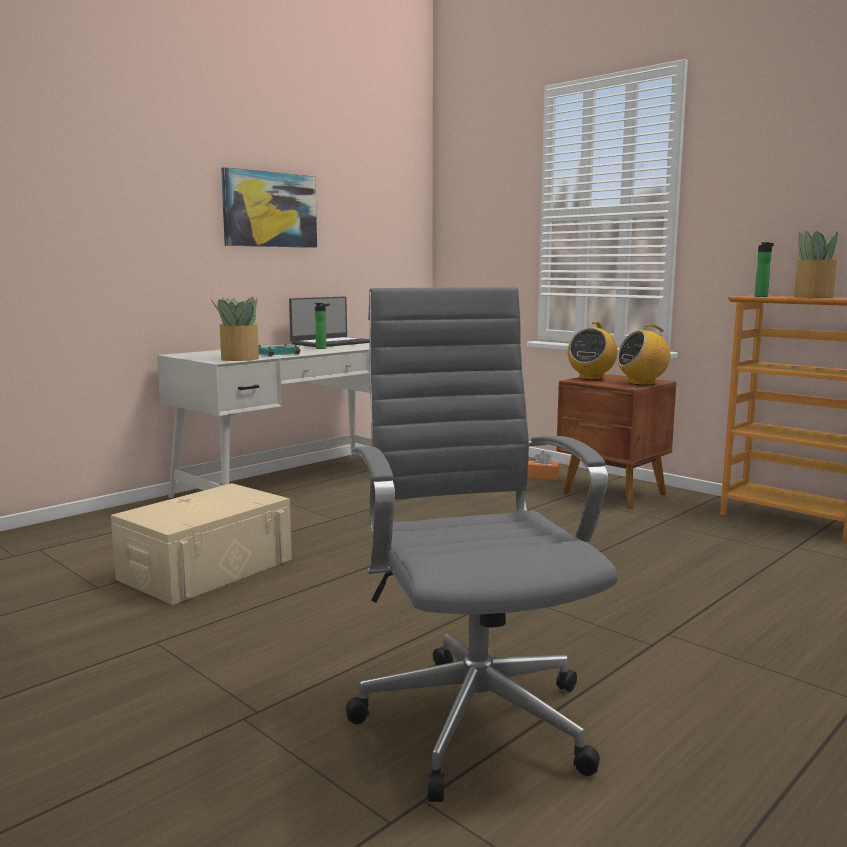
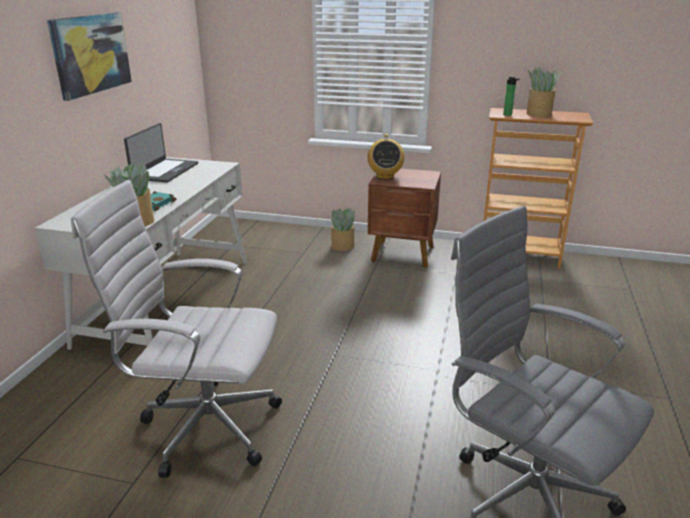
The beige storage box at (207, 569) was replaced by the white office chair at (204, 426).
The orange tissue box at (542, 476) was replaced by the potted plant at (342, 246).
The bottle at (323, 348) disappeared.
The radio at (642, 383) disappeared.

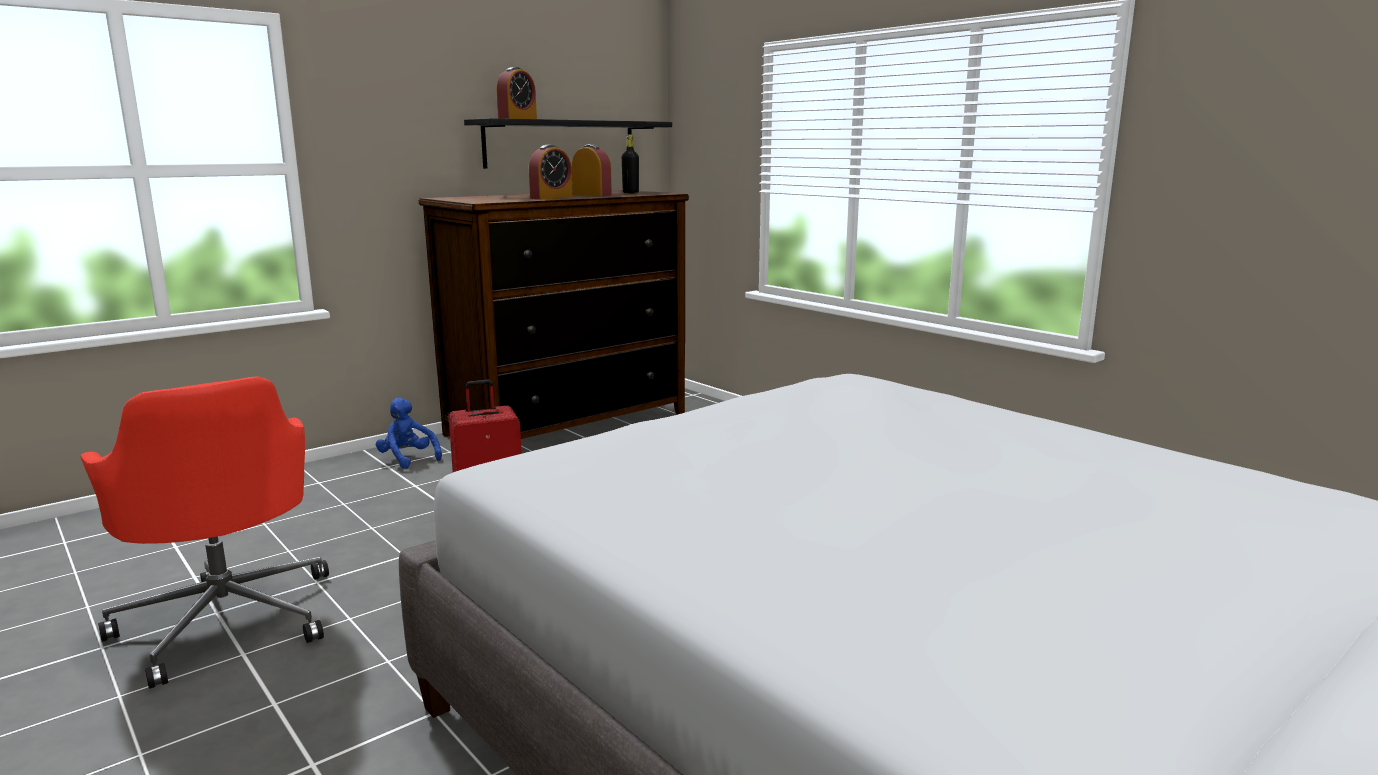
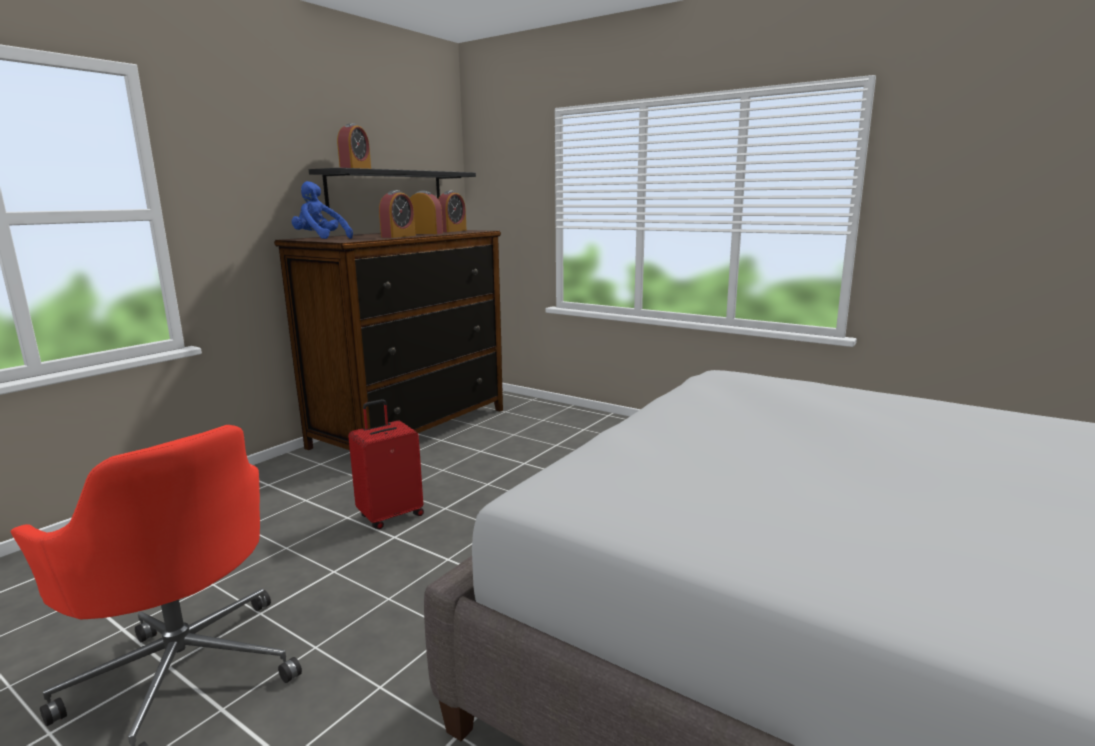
The blue plush toy moved from (408, 459) to (320, 239).
The black bottle at (630, 193) was replaced by the alarm clock at (452, 231).

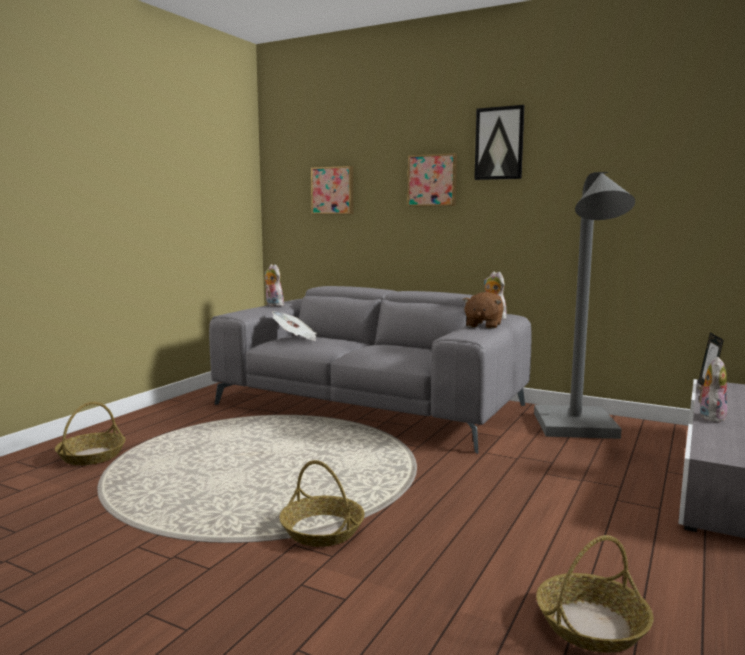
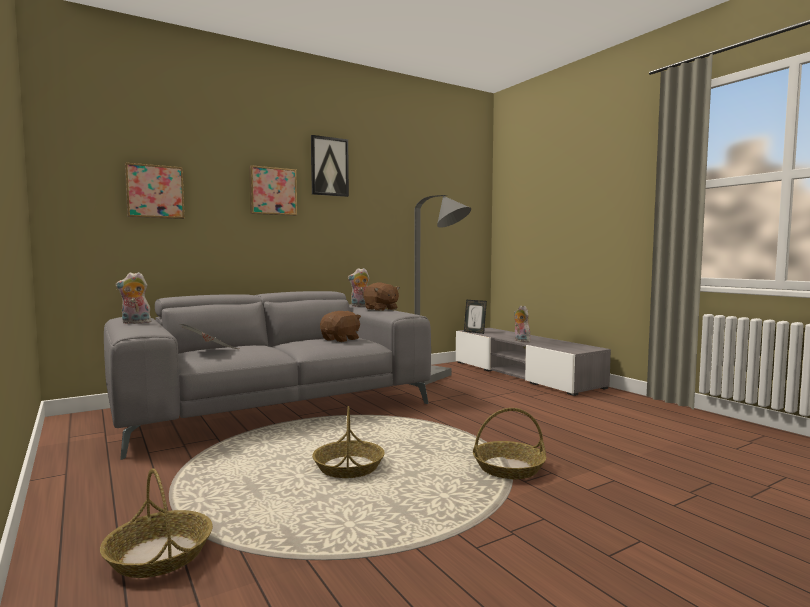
The basket moved from (591, 625) to (349, 467).
The brown plush toy at (341, 339) appeared.

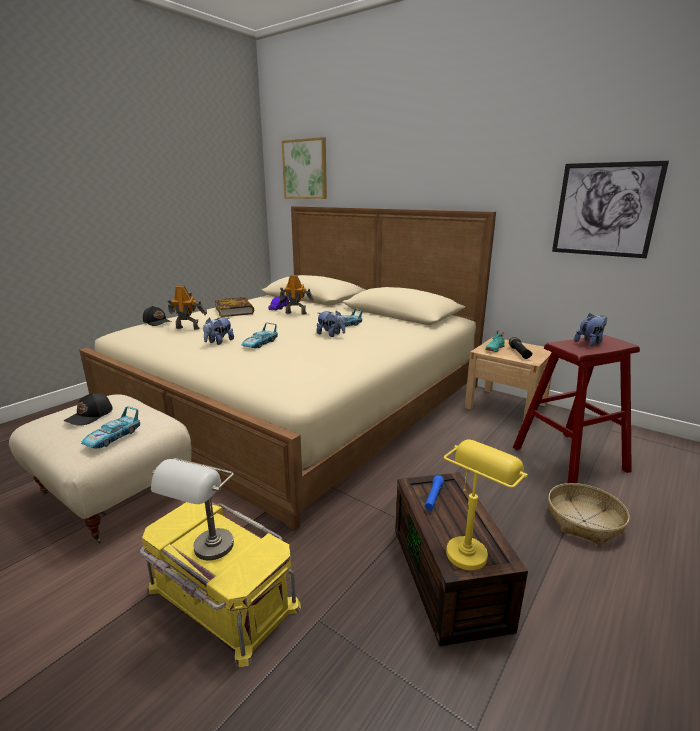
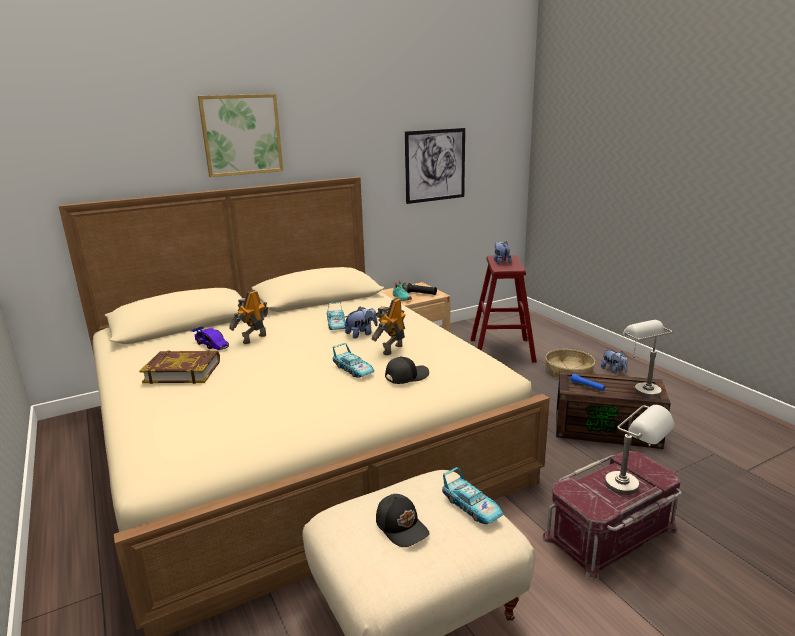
The picture moved from (305, 169) to (241, 135).
The toy robot moved from (188, 328) to (391, 349).
The black cap moved from (157, 322) to (406, 376).
The yellow storage box at (220, 598) became the red storage box at (611, 534).
The plush toy moved from (219, 342) to (613, 370).
The yellow table lamp at (472, 546) became the grey table lamp at (640, 387).

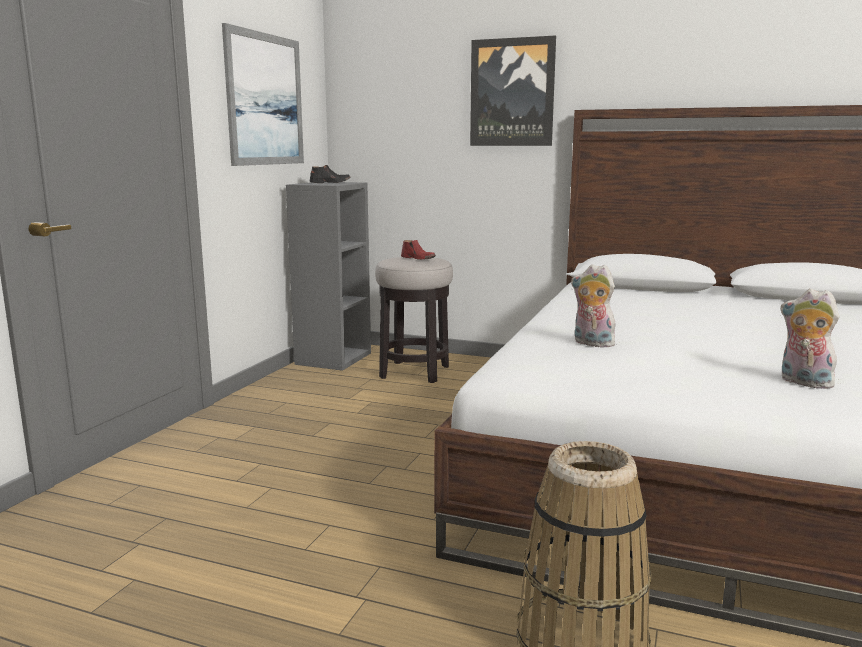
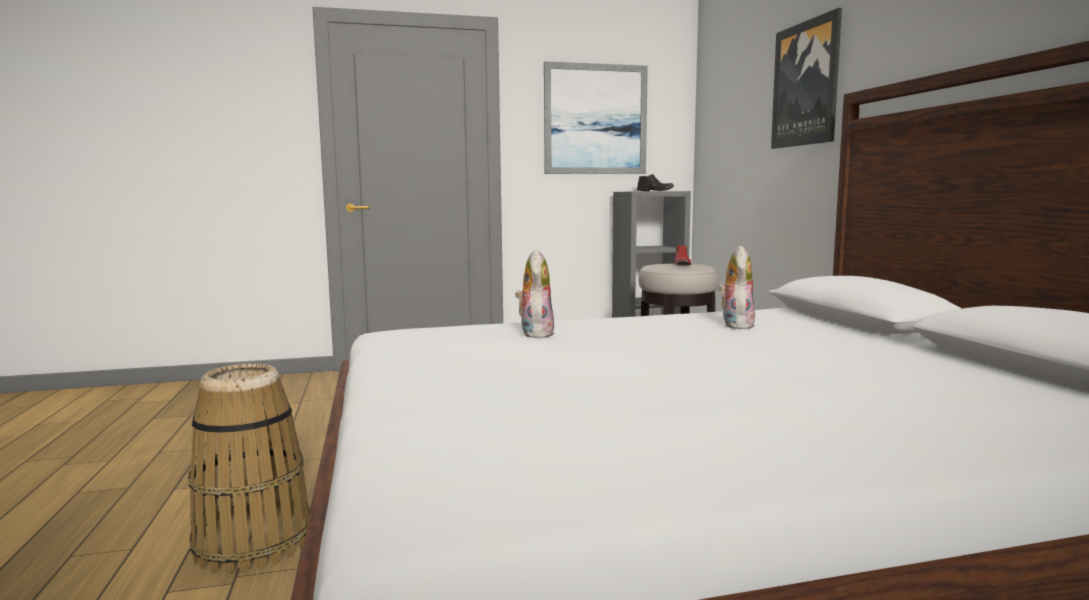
The plush toy moved from (803, 382) to (735, 325).

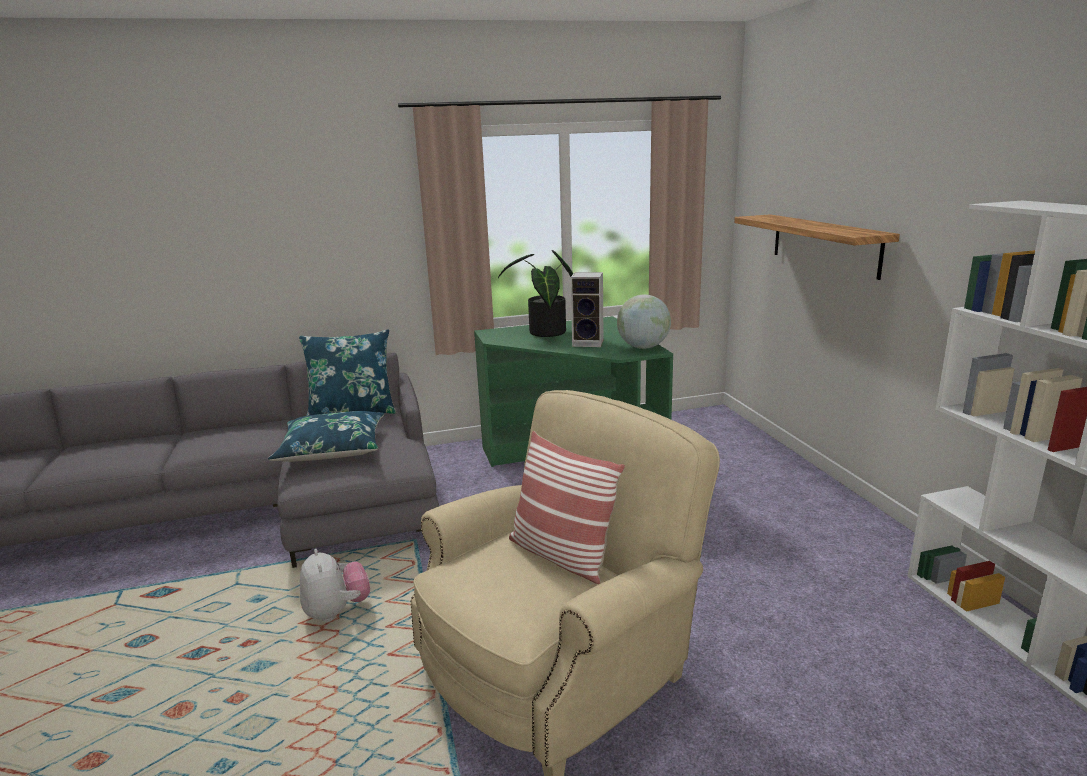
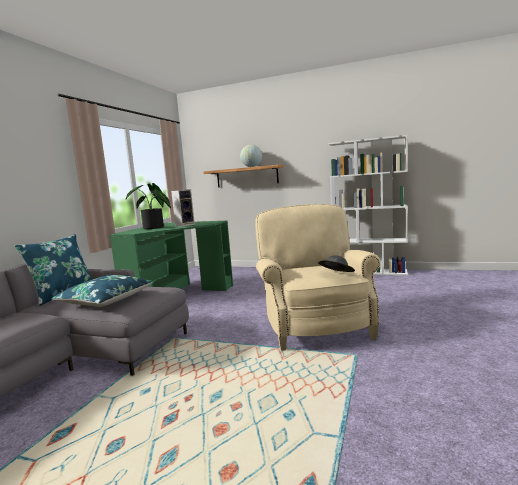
The globe moved from (643, 347) to (252, 167).
The grey hat at (336, 275) appeared.
The plush toy at (337, 612) disappeared.
The pillow at (561, 555) disappeared.

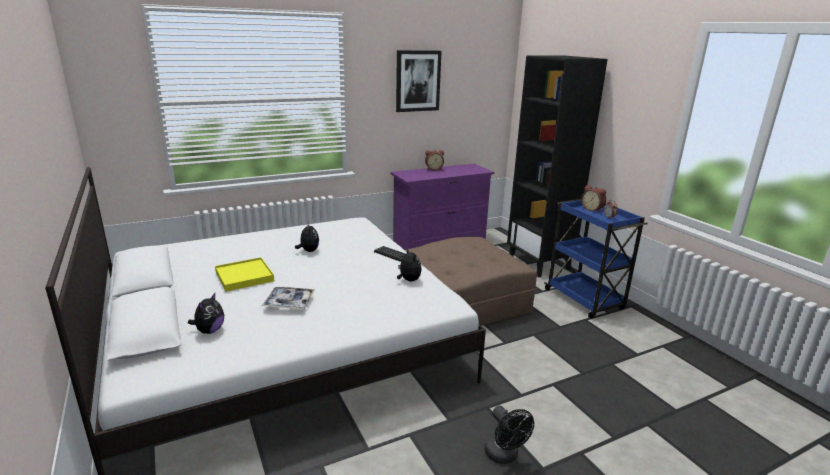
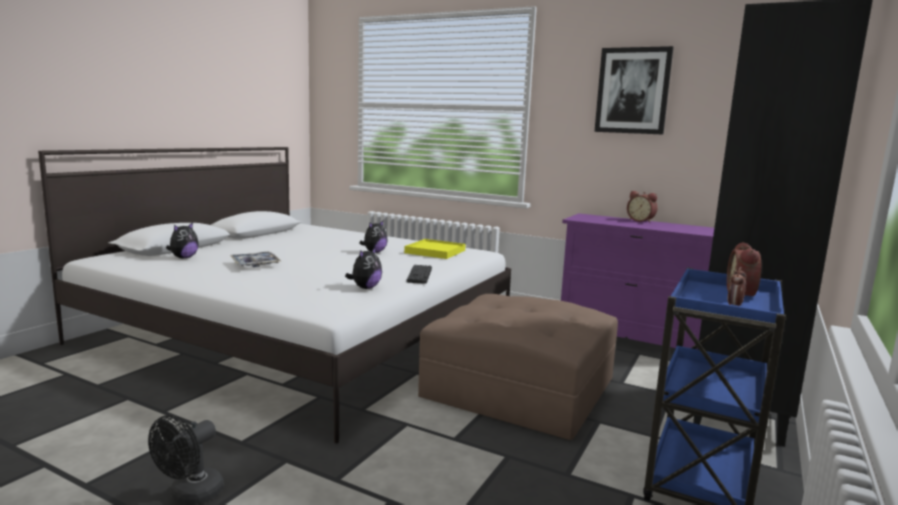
The plush toy at (209, 331) turned 45 degrees counterclockwise.
The yellow tray moved from (244, 276) to (435, 252).

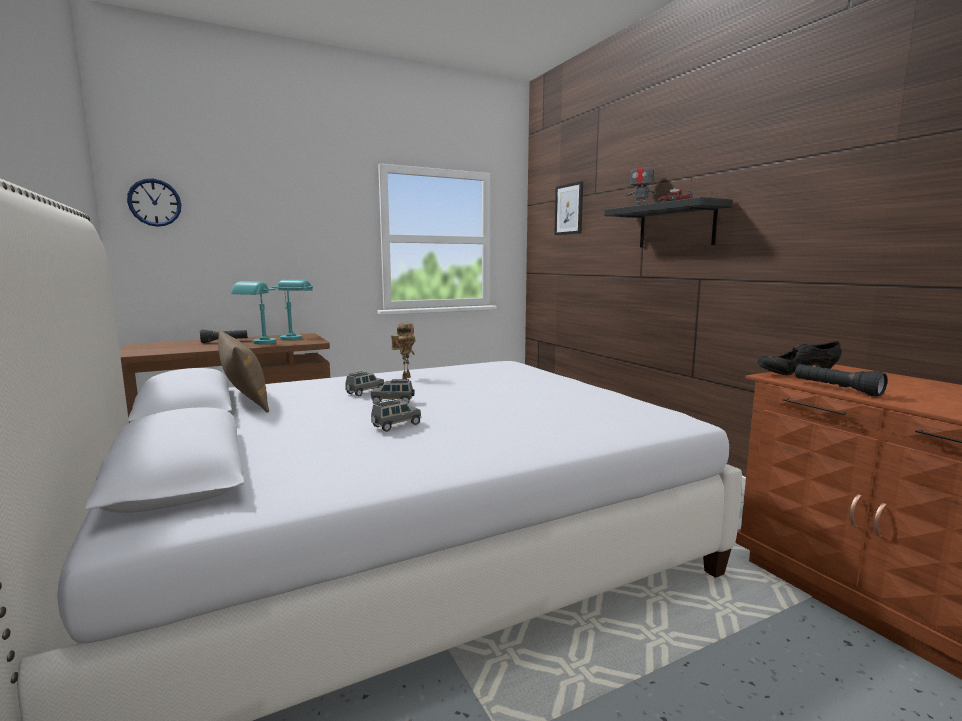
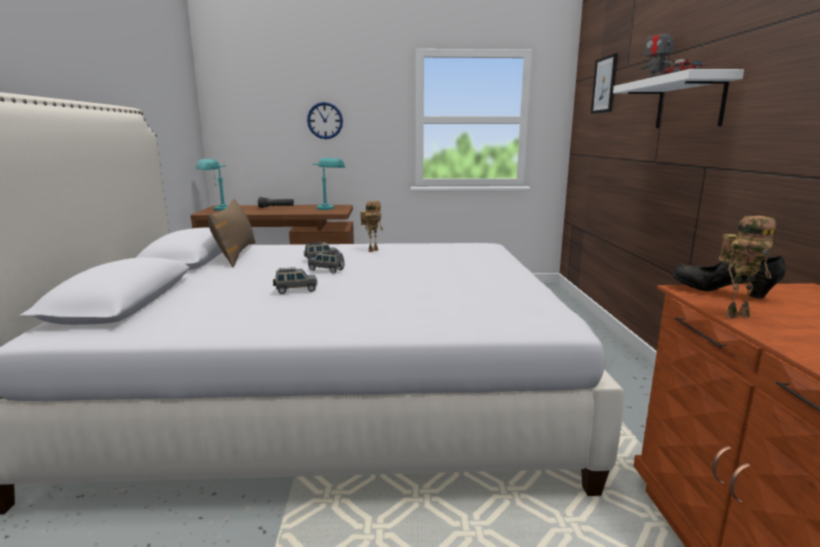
The turquoise table lamp moved from (259, 343) to (217, 210).
The wall clock moved from (154, 202) to (325, 120).
The black shelf at (676, 226) became the white shelf at (689, 103).
The black flashlight at (836, 389) was replaced by the toy robot at (736, 315).

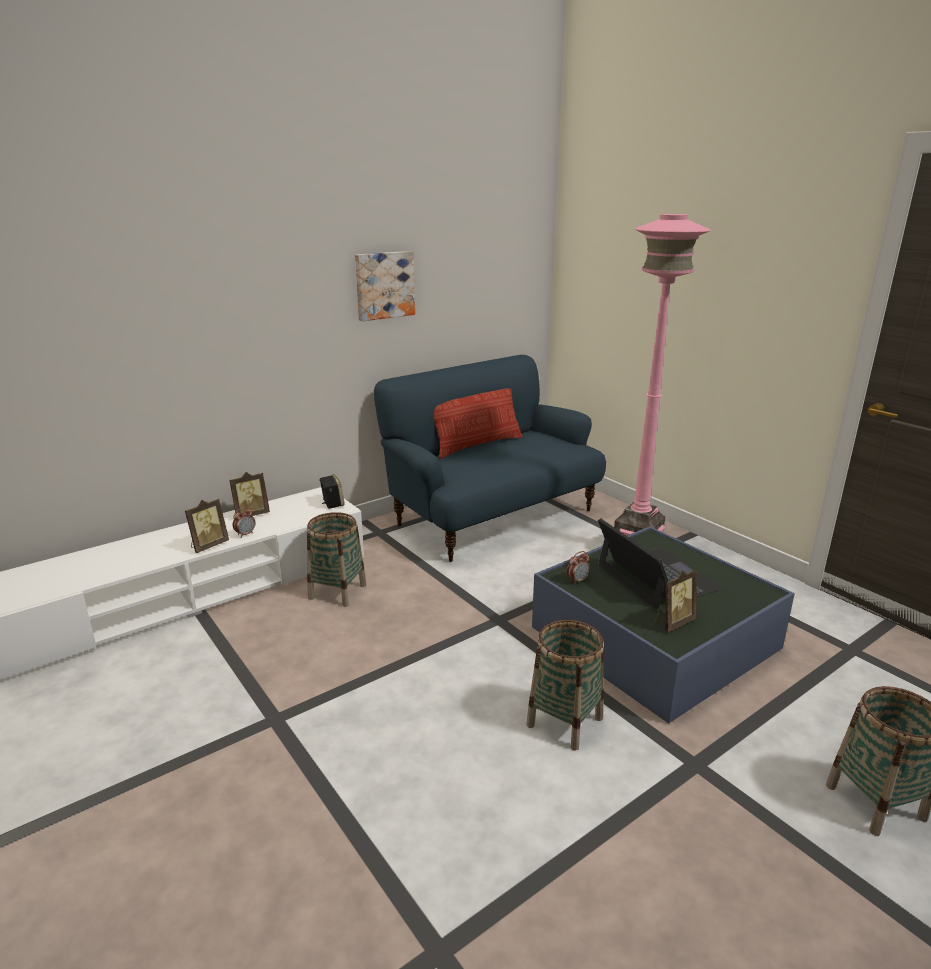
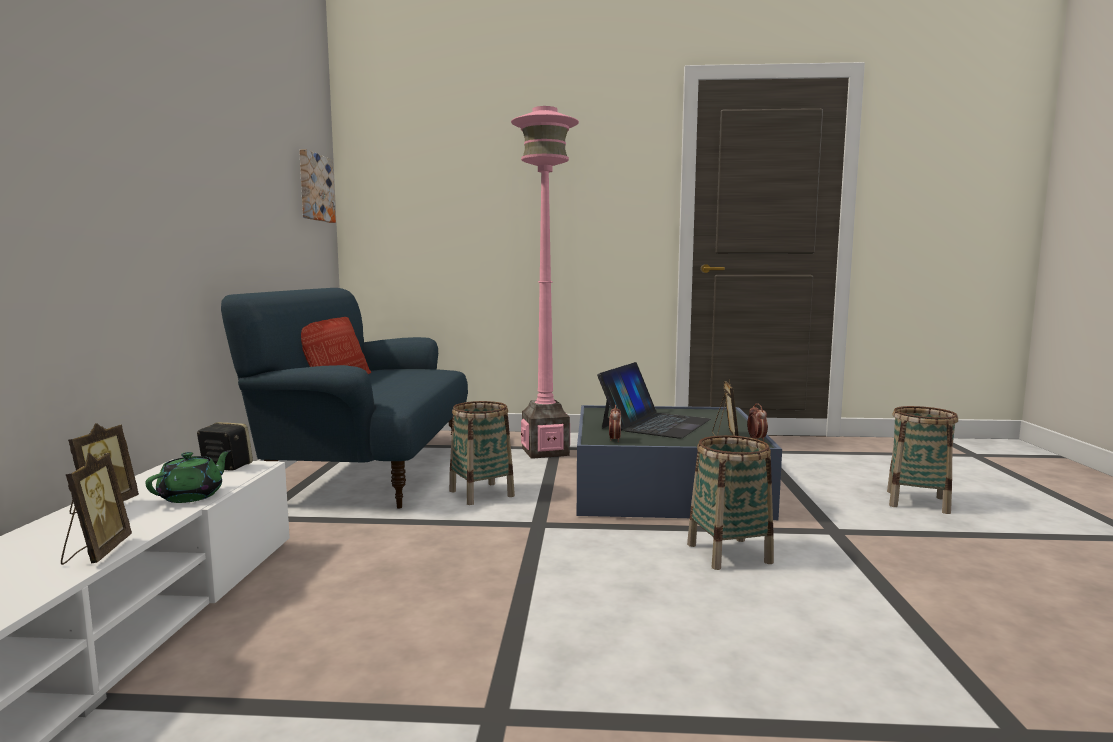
The green teapot at (192, 496) appeared.
The picture moved from (384, 285) to (314, 187).
The basket moved from (337, 591) to (481, 493).
The laptop at (656, 577) turned 105 degrees clockwise.
The alarm clock moved from (245, 534) to (756, 439).

